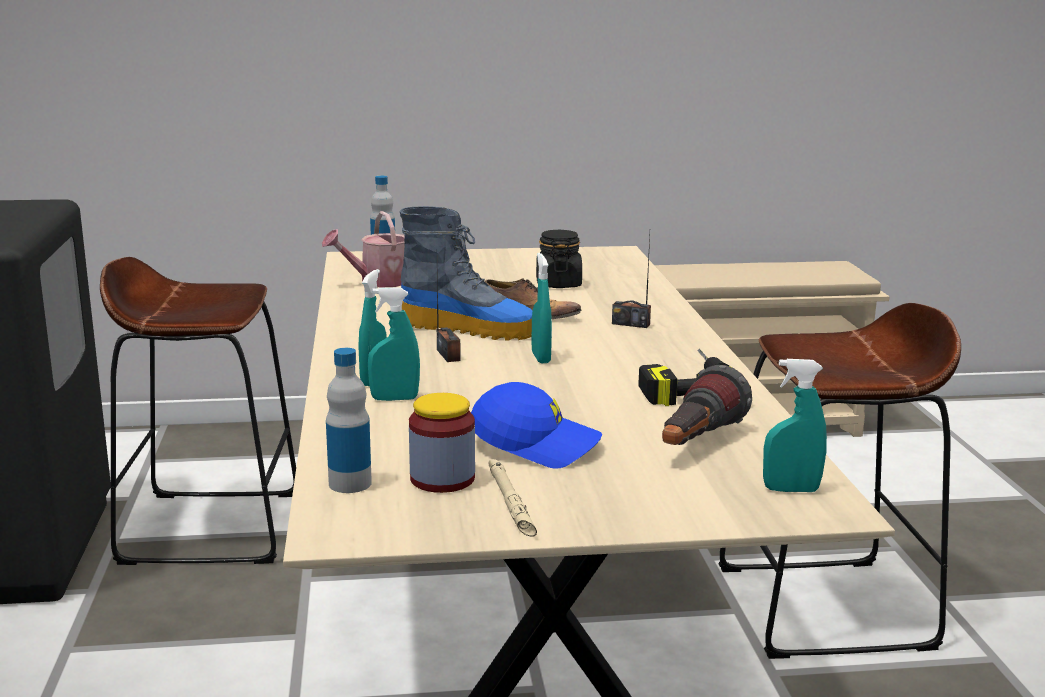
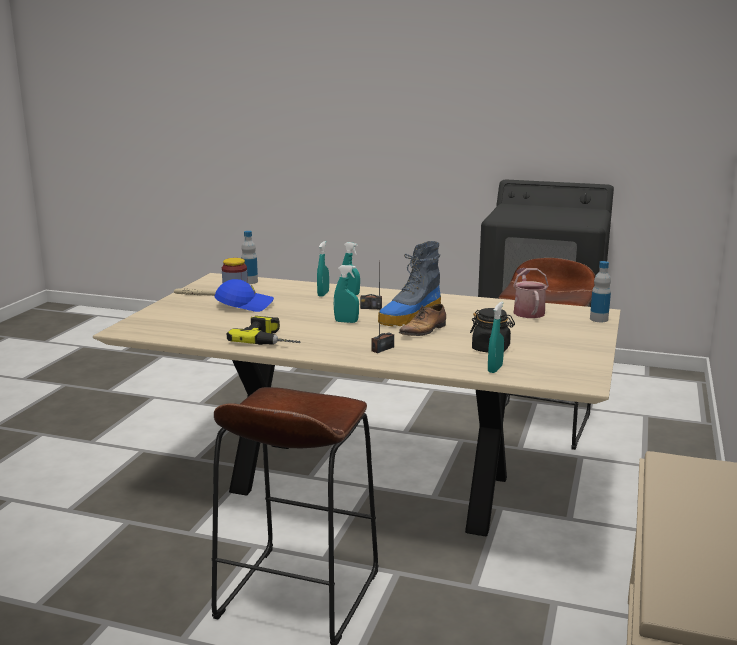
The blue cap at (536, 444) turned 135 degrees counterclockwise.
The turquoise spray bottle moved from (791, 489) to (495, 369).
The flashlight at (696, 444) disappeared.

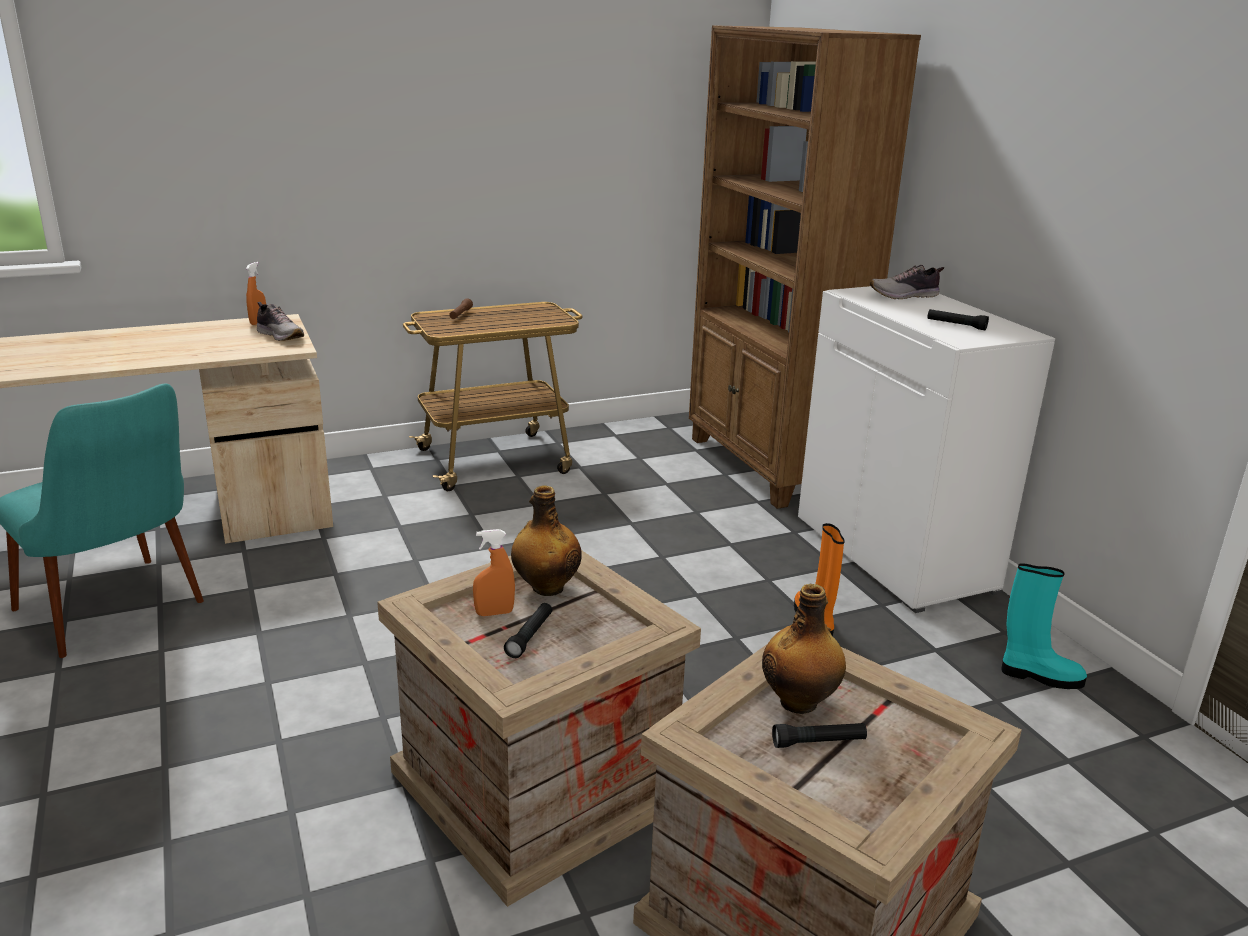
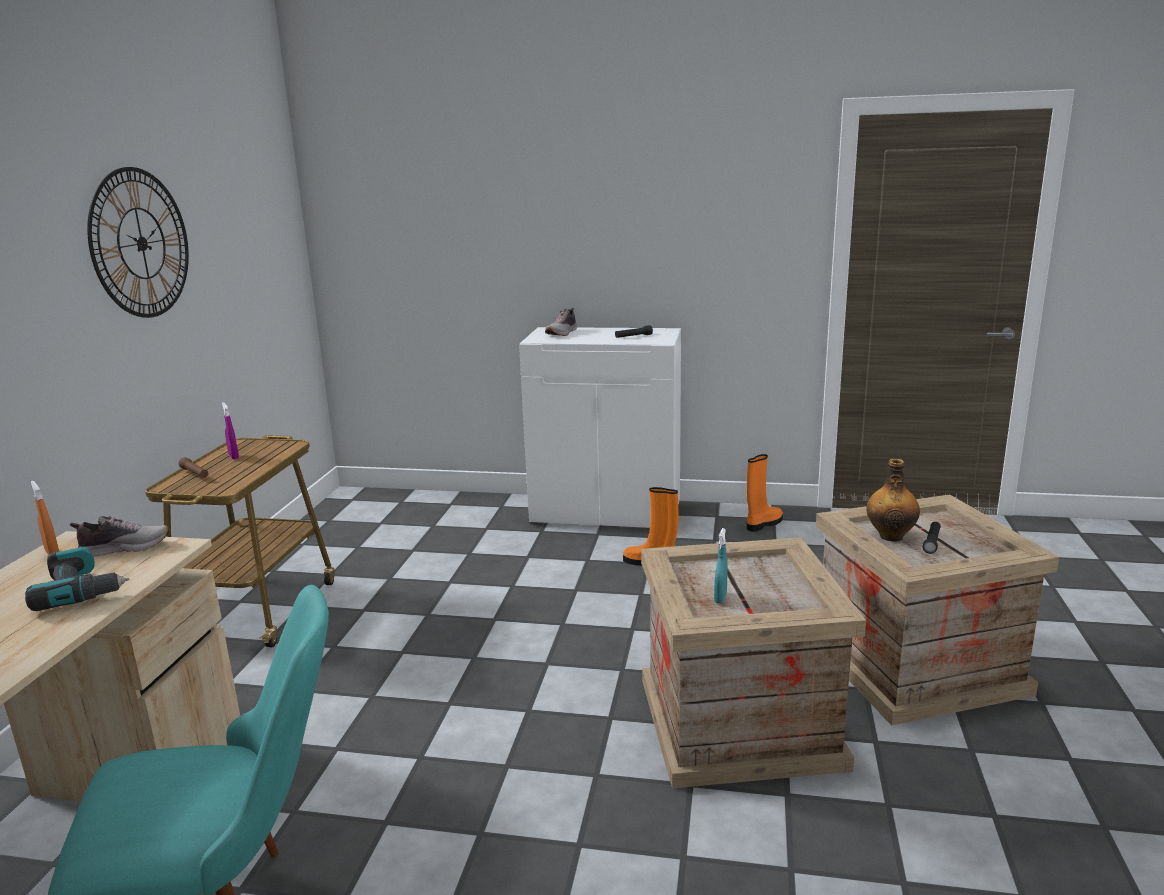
The power drill at (81, 590) appeared.
The wall clock at (141, 243) appeared.
The purple spray bottle at (233, 456) appeared.
The orange spray bottle at (494, 613) became the turquoise spray bottle at (720, 598).
The turquoise boot at (1039, 676) became the orange boot at (763, 524).
The black flashlight at (530, 636) disappeared.
The bottle at (546, 587) disappeared.
The brown bookcase at (768, 466) disappeared.

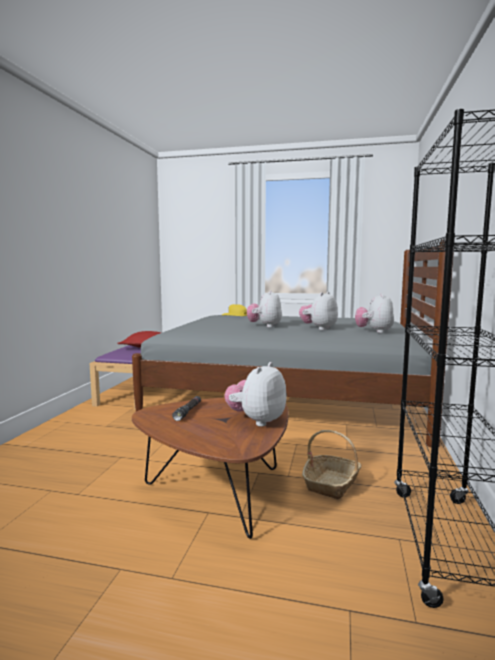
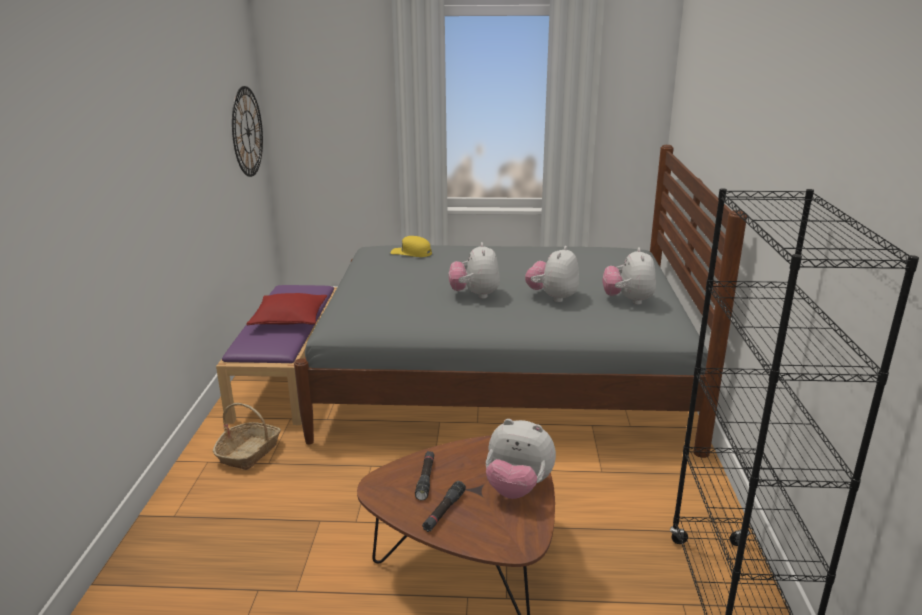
The basket moved from (332, 483) to (249, 452).
The wall clock at (247, 132) appeared.
The black flashlight at (444, 511) appeared.
The plush toy at (257, 421) turned 90 degrees counterclockwise.

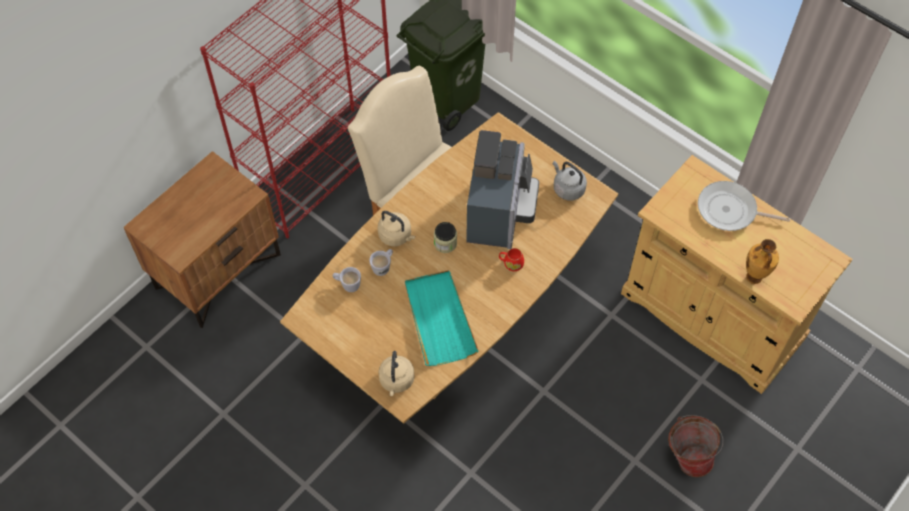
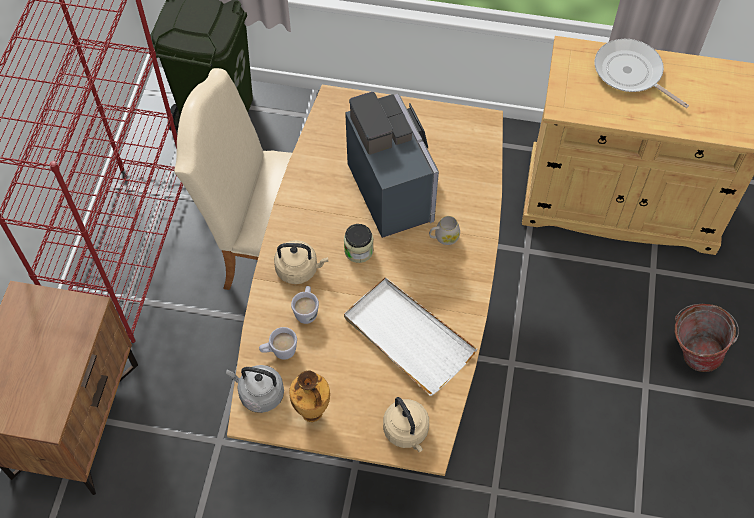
The grey kettle moved from (567, 188) to (259, 394).
The vase moved from (754, 278) to (312, 414).
The turquoise tray at (439, 319) became the white tray at (407, 337).
The red mug at (511, 263) became the white mug at (443, 237).
The frying pan at (730, 211) turned 60 degrees clockwise.

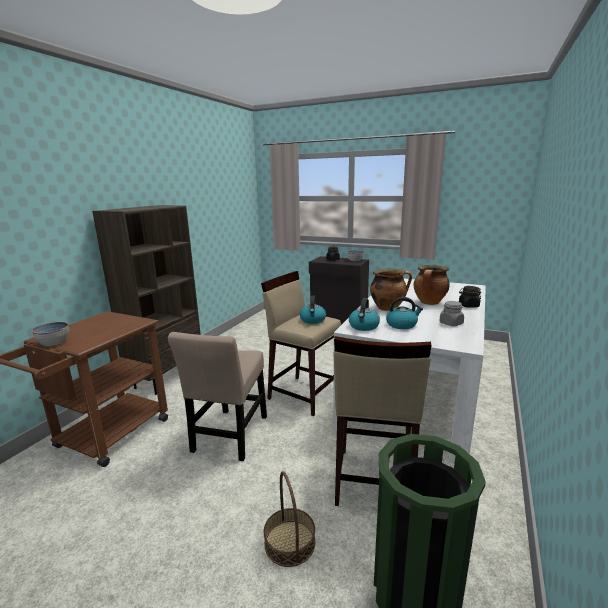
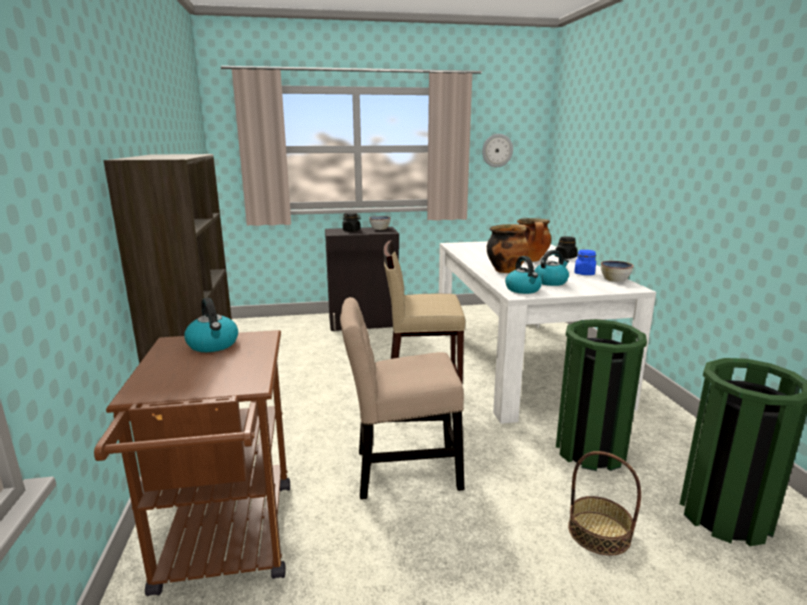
The kettle moved from (313, 320) to (213, 345).
The beige chair at (229, 436) turned 105 degrees clockwise.
The wall clock at (497, 150) appeared.
The beige stool at (373, 481) was replaced by the green trash can at (590, 450).
The grey jar at (451, 323) became the blue jar at (584, 273).
The bowl moved from (54, 342) to (615, 279).

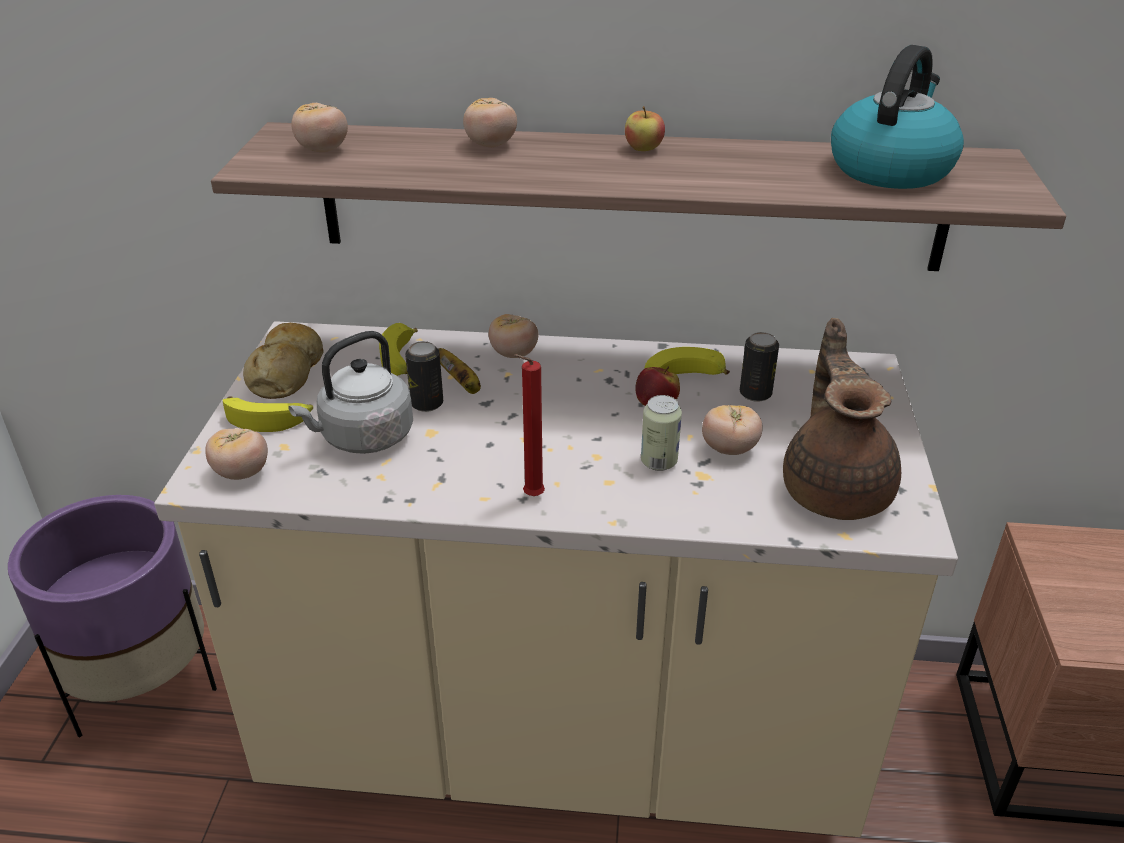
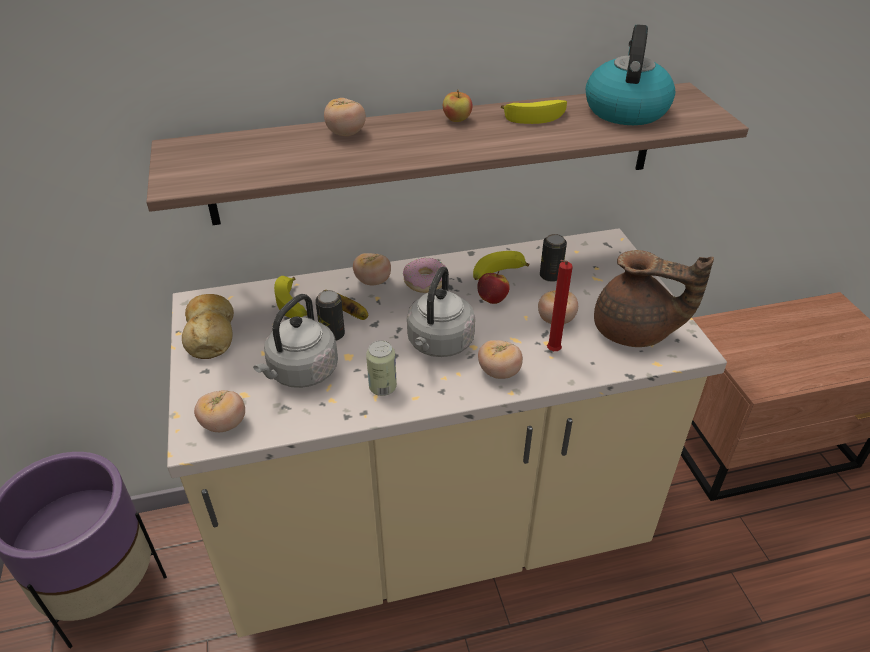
The can moved from (659, 462) to (382, 387).
The donut at (425, 281) appeared.
The grey kettle at (439, 344) appeared.
The tomato moved from (323, 150) to (499, 372).
The banana moved from (269, 419) to (536, 116).
The red candle moved from (530, 497) to (552, 352).
The brown teapot at (835, 488) turned 135 degrees clockwise.

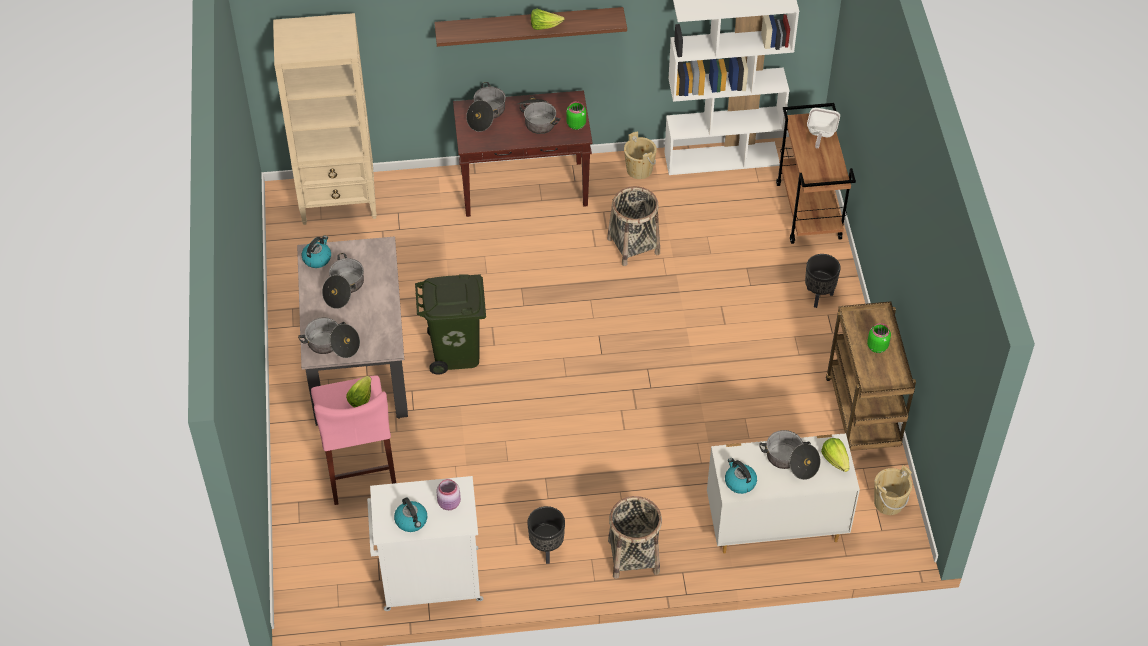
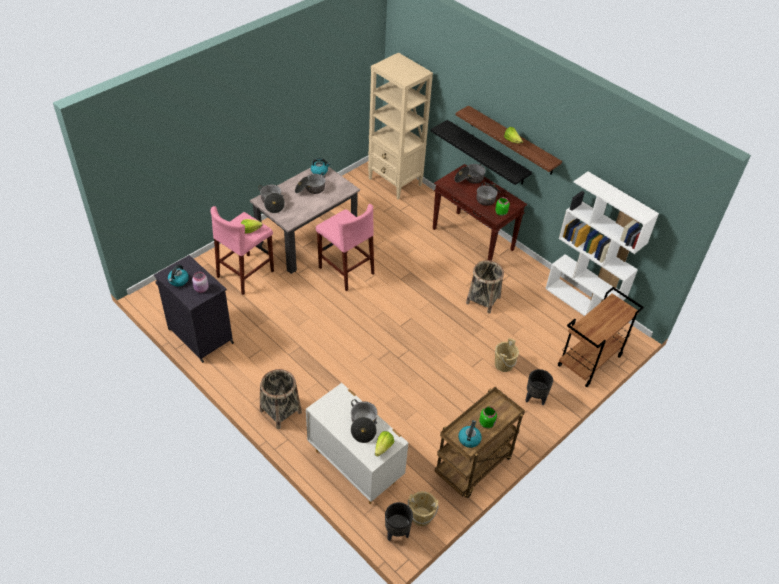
The white cabinet at (429, 580) became the black cabinet at (199, 335).
The green trash can at (456, 353) was replaced by the pink stool at (346, 270).
The black planter moved from (546, 549) to (397, 533).
The black shelf at (487, 152) appeared.
The kettle moved from (739, 482) to (469, 439).
The beige bucket moved from (639, 169) to (503, 364).
The frying pan at (820, 133) disappeared.

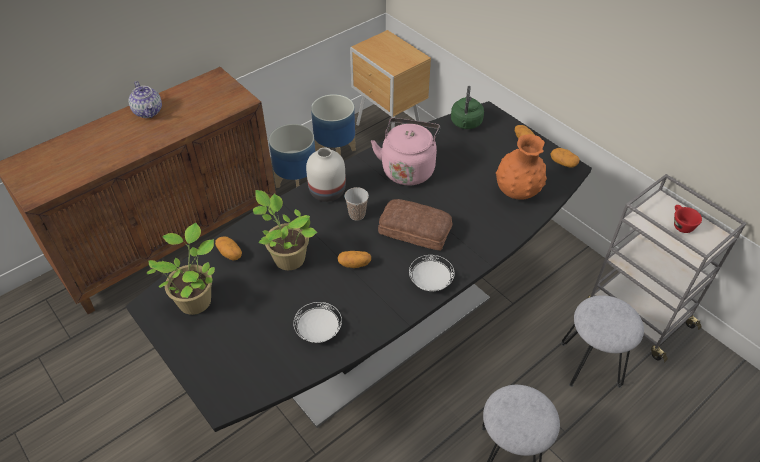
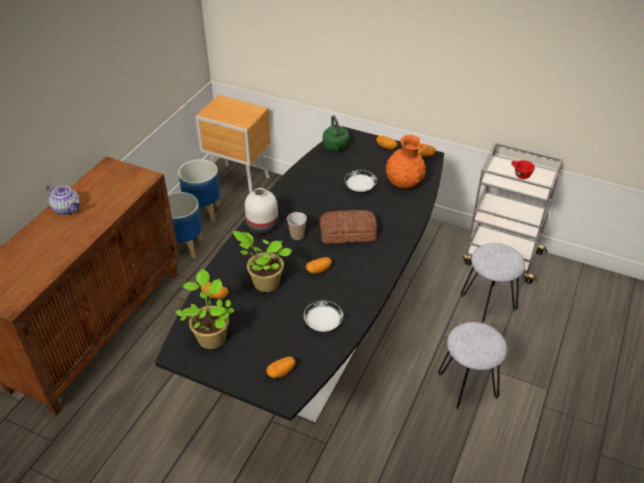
The potato at (281, 372) appeared.
The white plate moved from (430, 281) to (360, 188).
The pink kettle at (408, 169) disappeared.

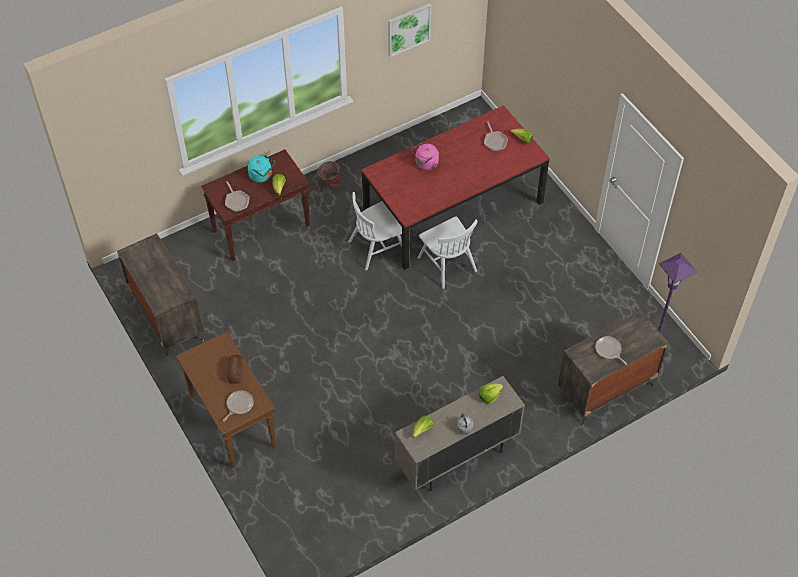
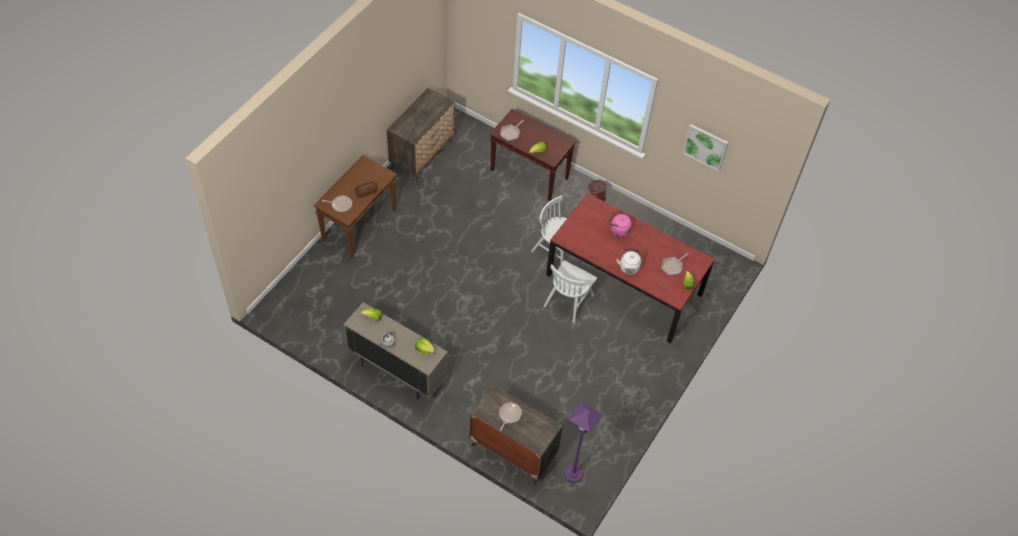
The white kettle at (629, 266) appeared.
The turquoise kettle at (262, 176) disappeared.

